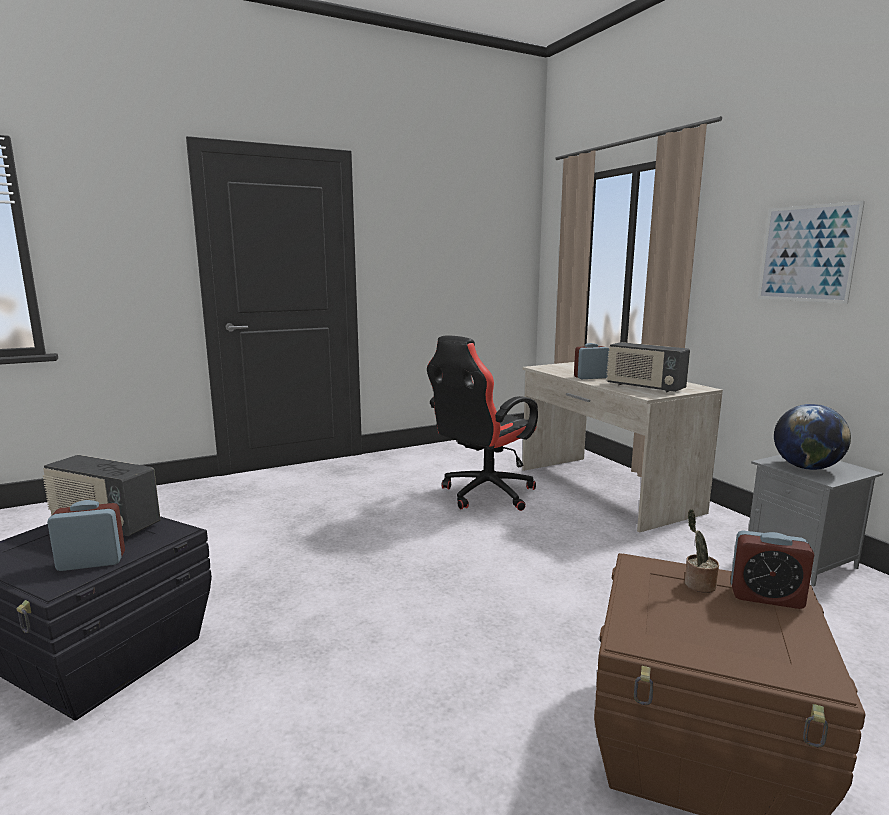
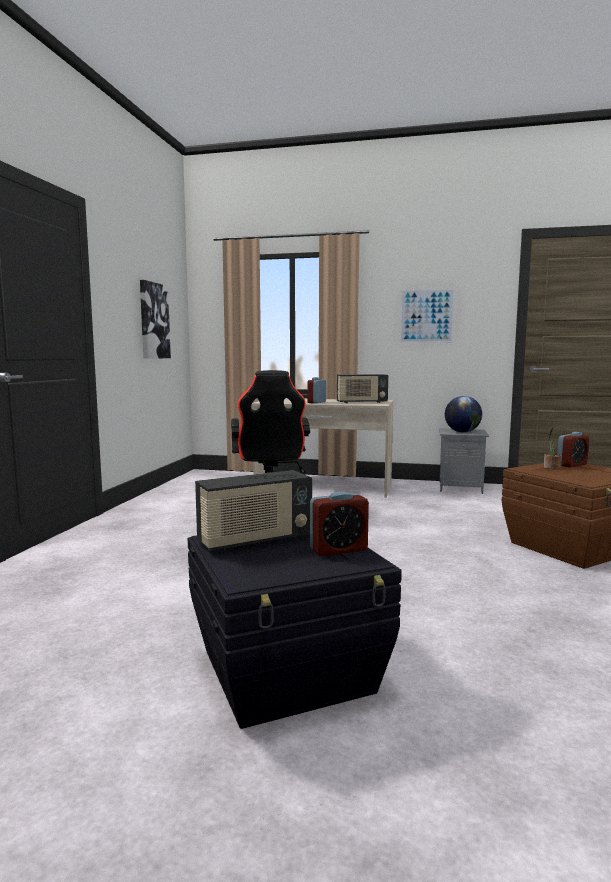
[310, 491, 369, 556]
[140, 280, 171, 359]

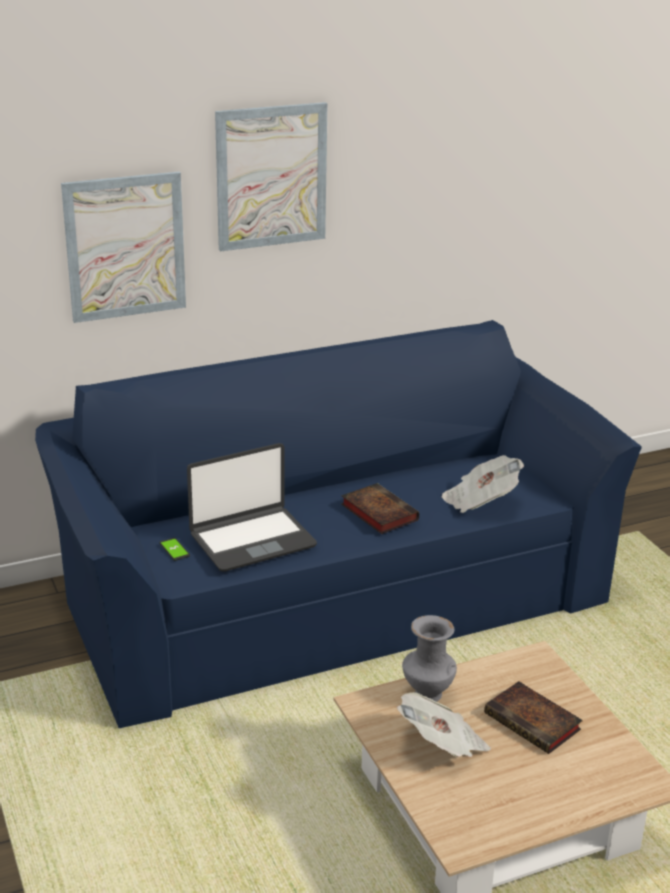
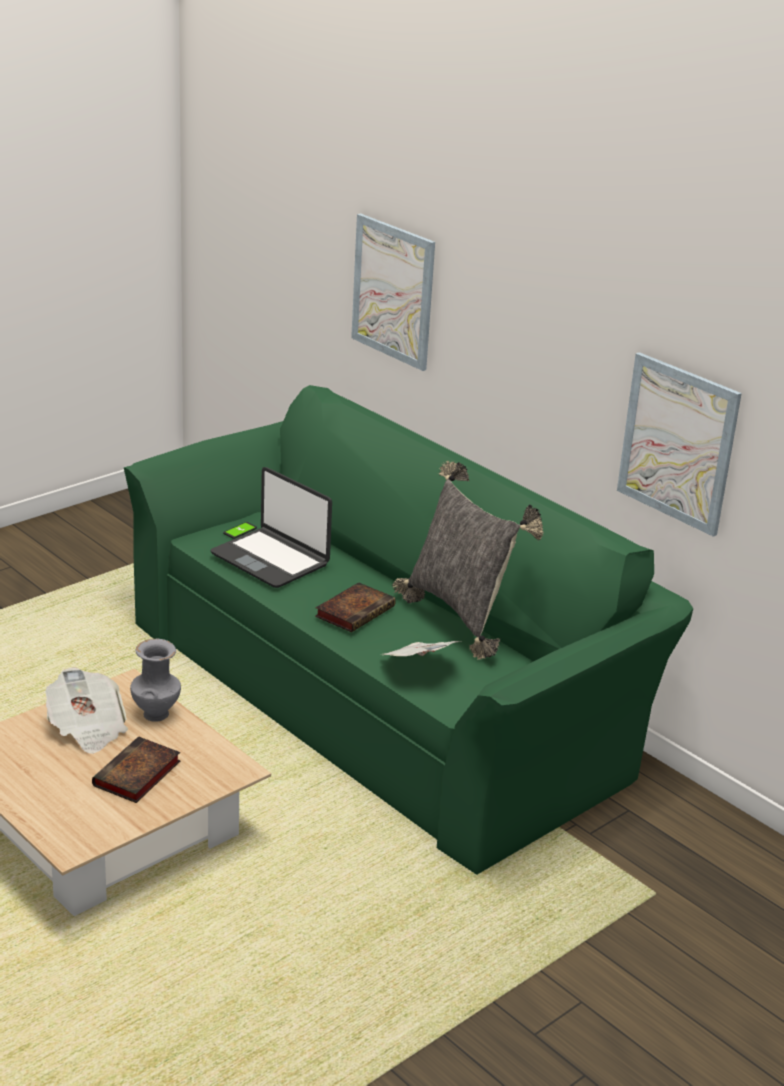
[617, 352, 742, 537]
[124, 385, 693, 875]
[392, 461, 543, 660]

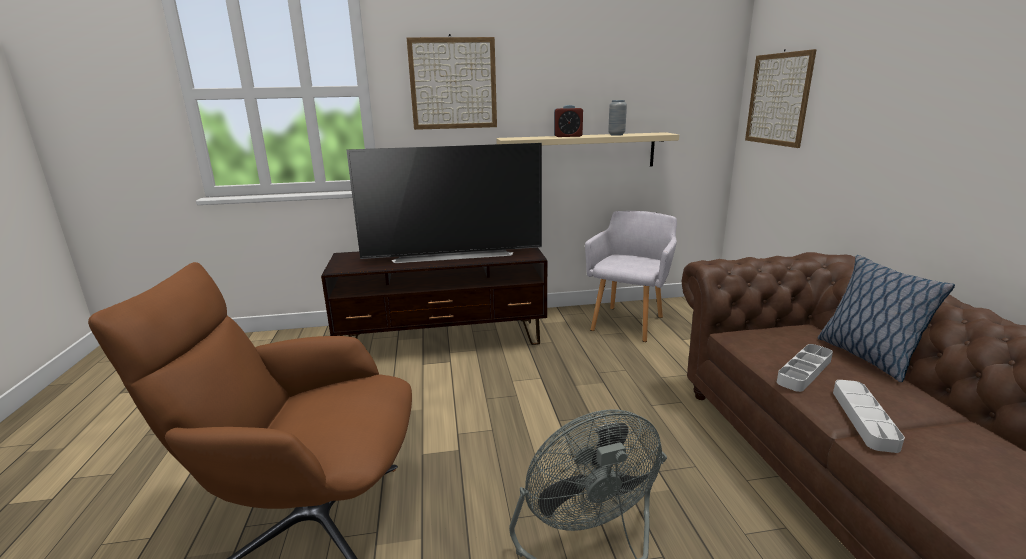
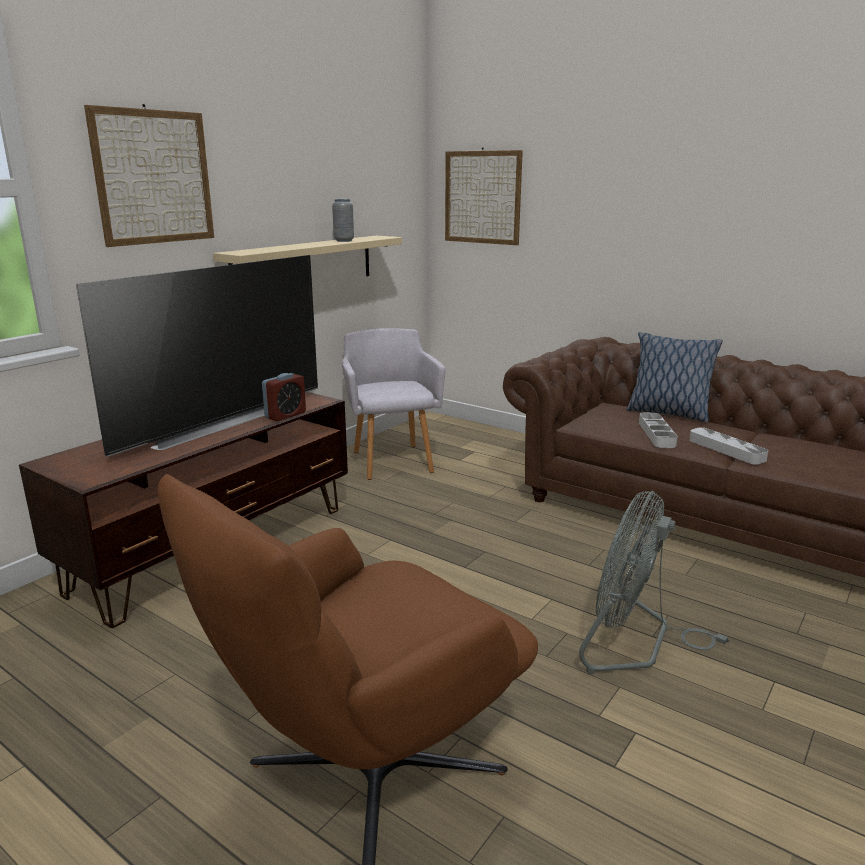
[262, 373, 306, 421]

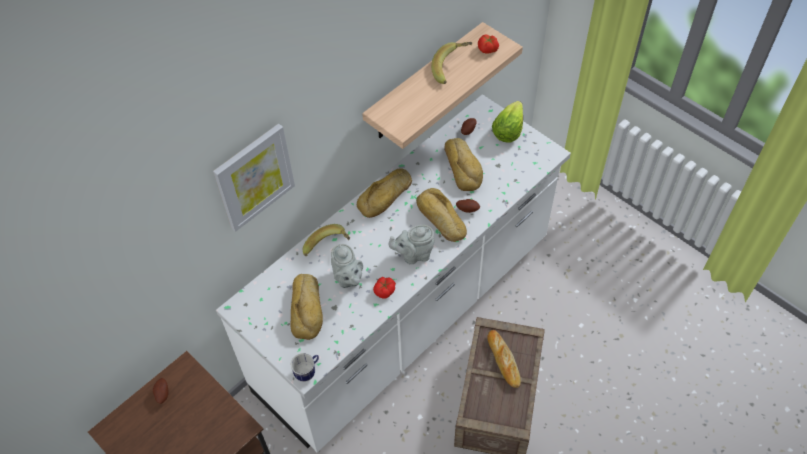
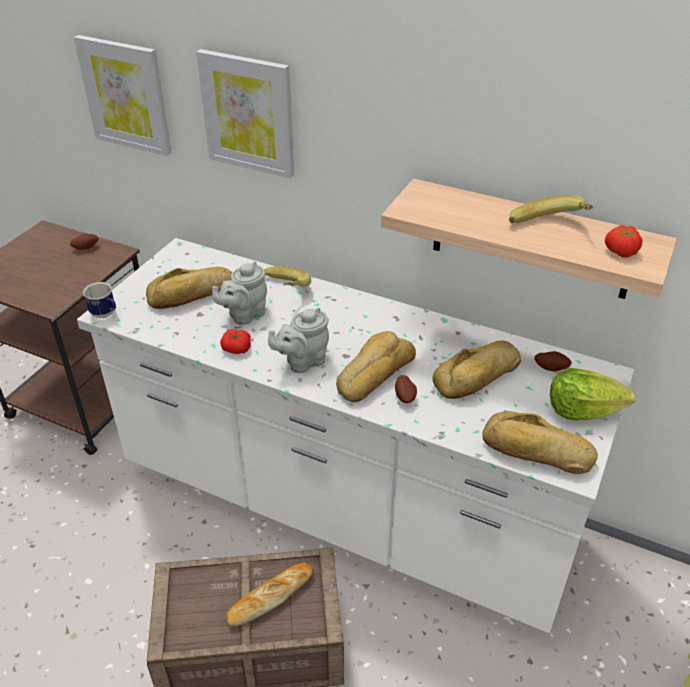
[482, 411, 598, 474]
[268, 308, 329, 373]
[74, 35, 171, 156]

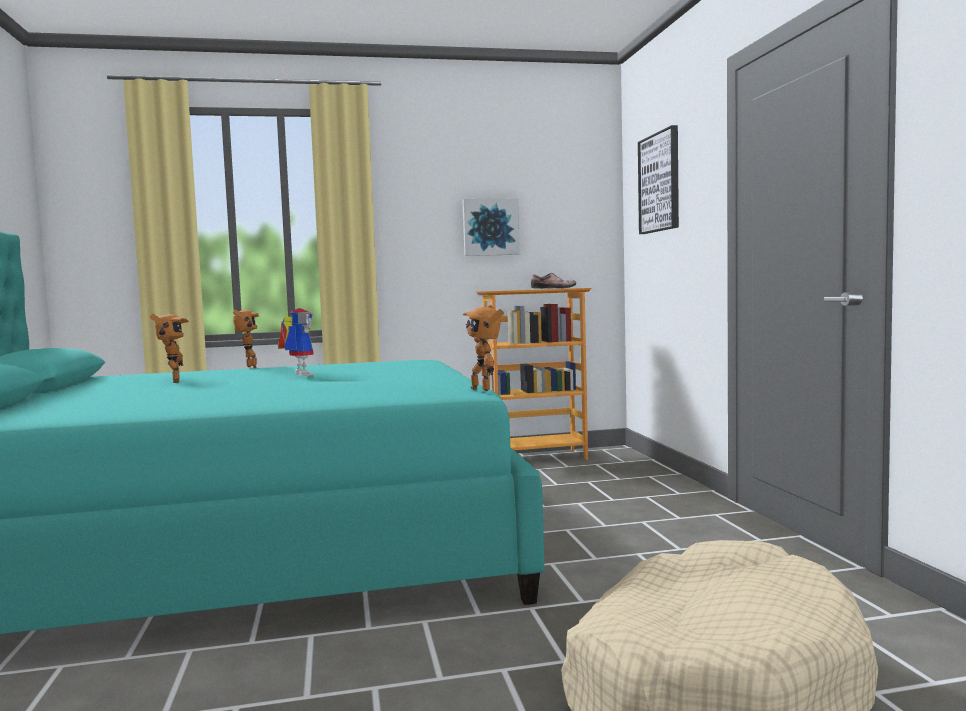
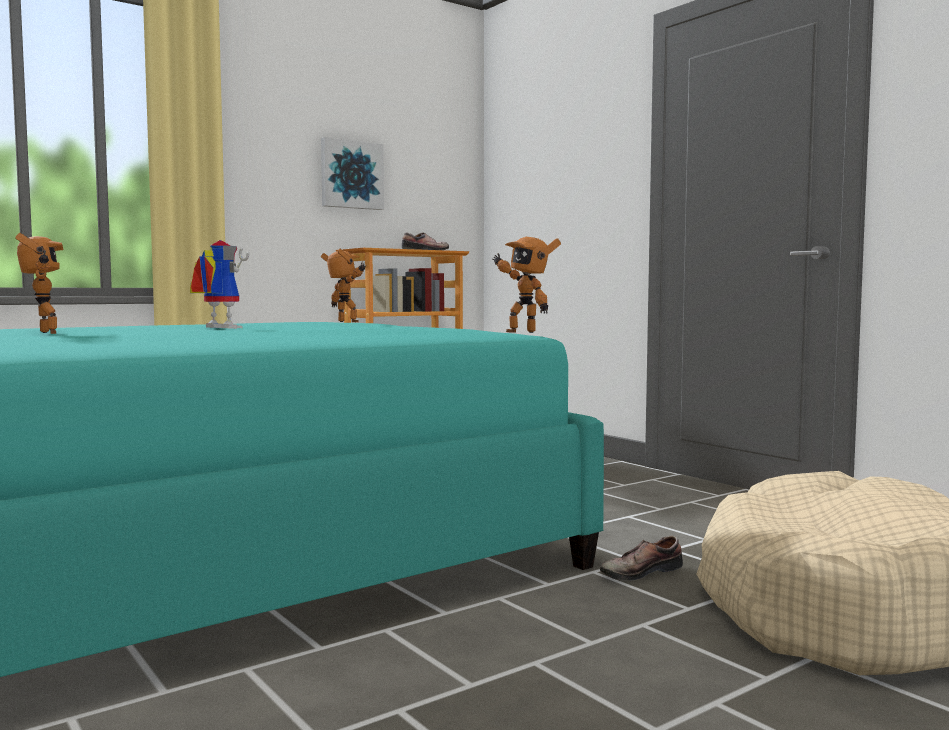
[638, 125, 679, 234] (first image)
[321, 249, 366, 322]
[600, 536, 683, 581]

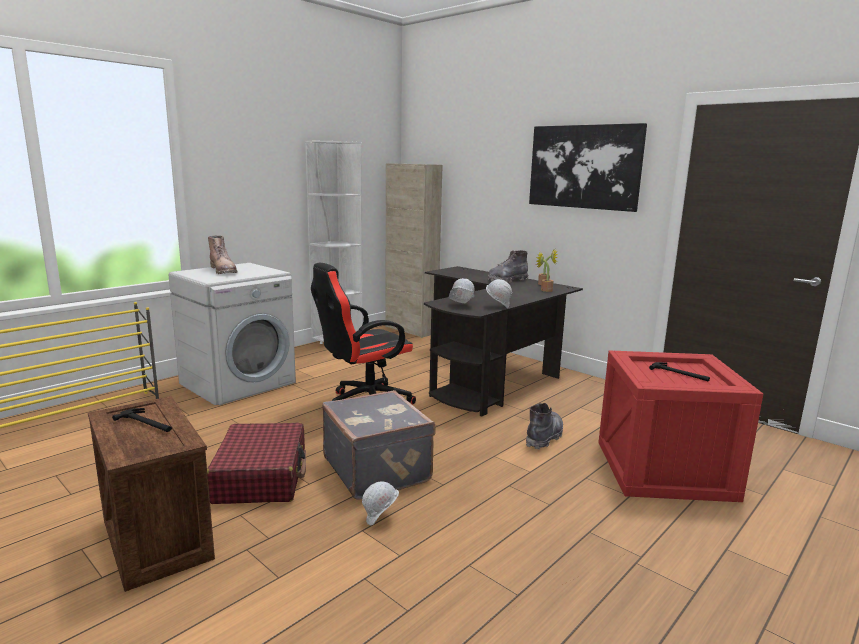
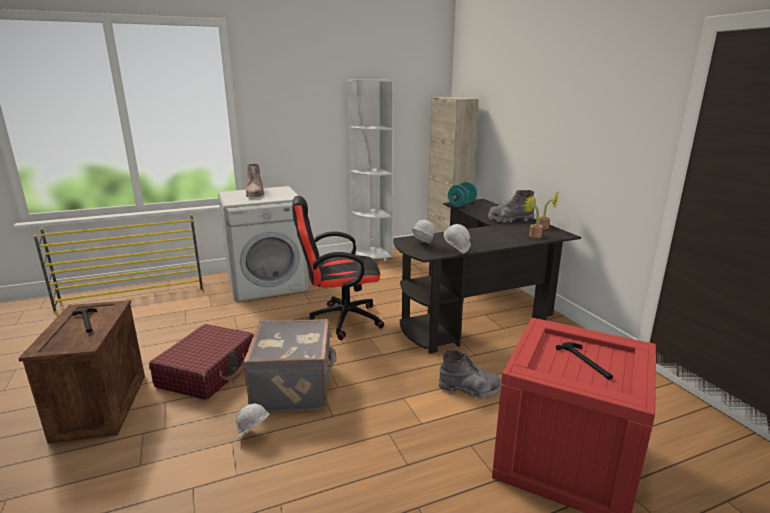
[529, 123, 647, 212] (first image)
[438, 349, 501, 399]
[448, 182, 477, 207]

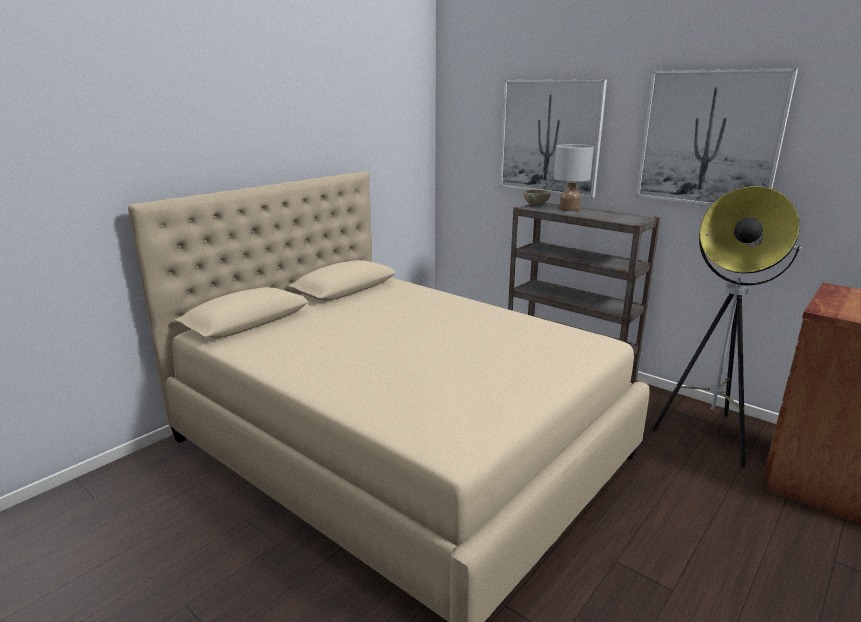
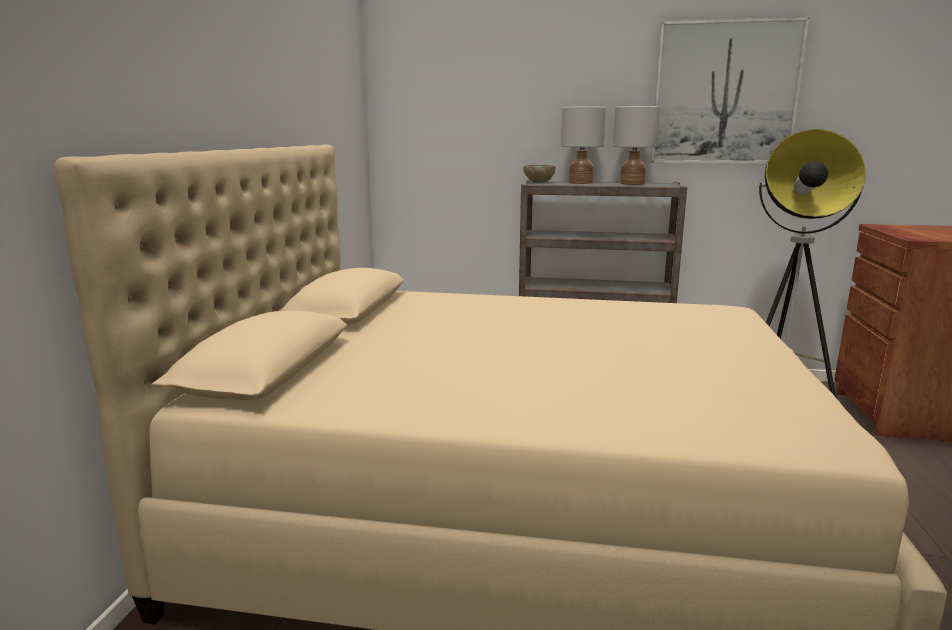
[500, 79, 607, 199] (first image)
[613, 106, 660, 185]

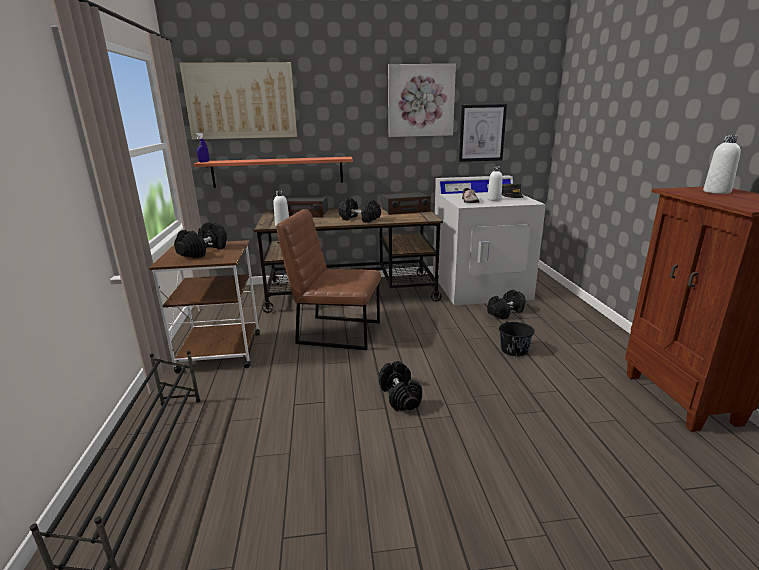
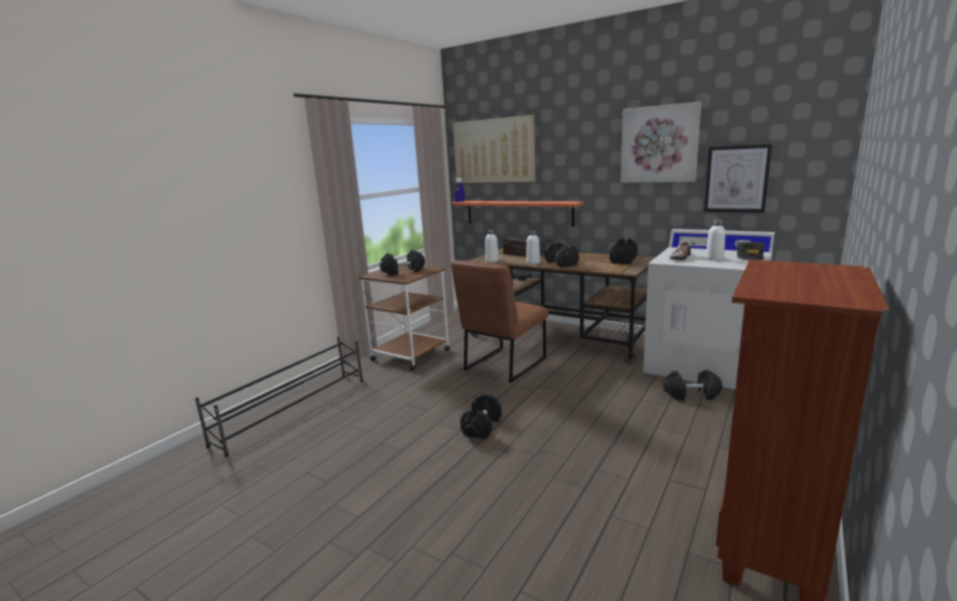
[526, 231, 540, 264]
[609, 238, 638, 264]
[451, 260, 548, 383]
[499, 312, 535, 356] (first image)

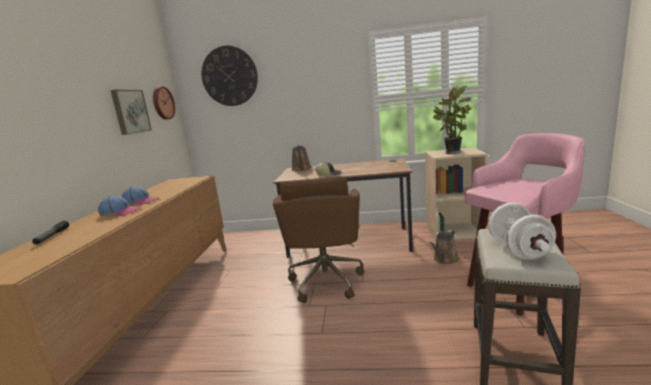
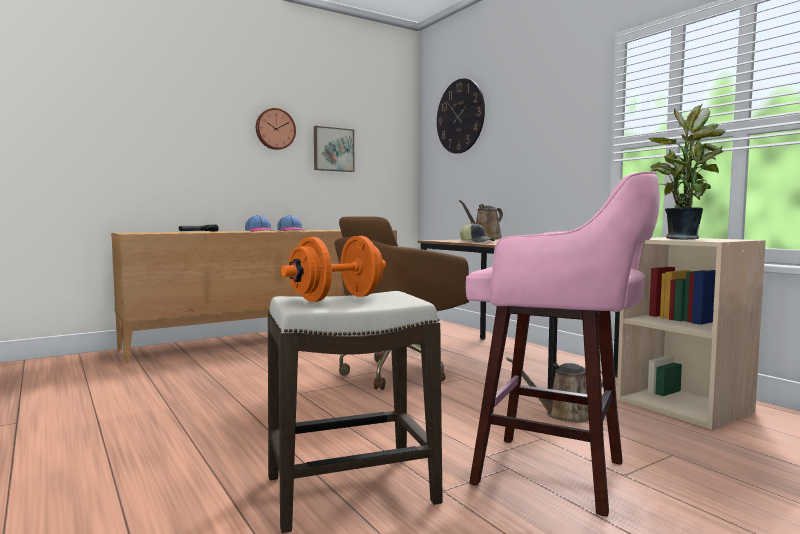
[256, 108, 296, 150]
[281, 236, 386, 302]

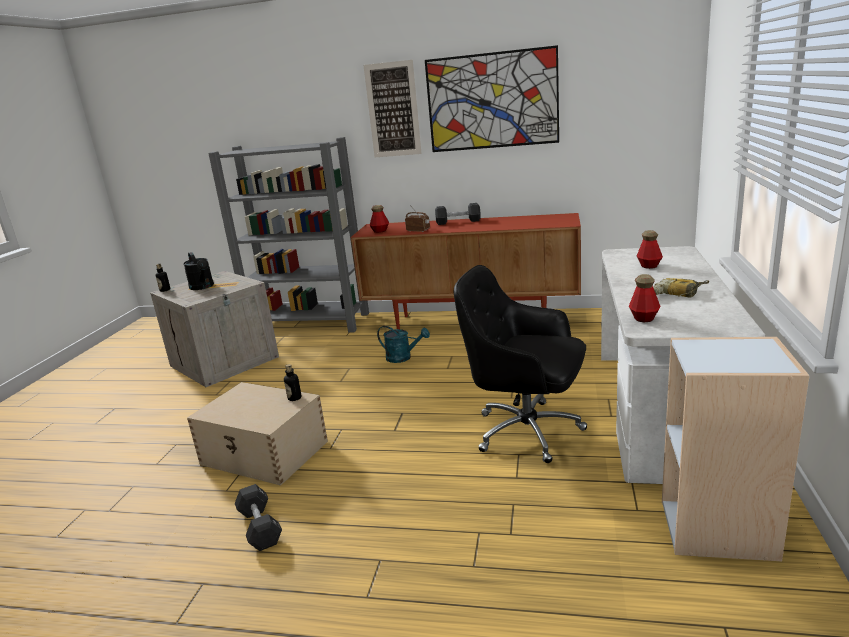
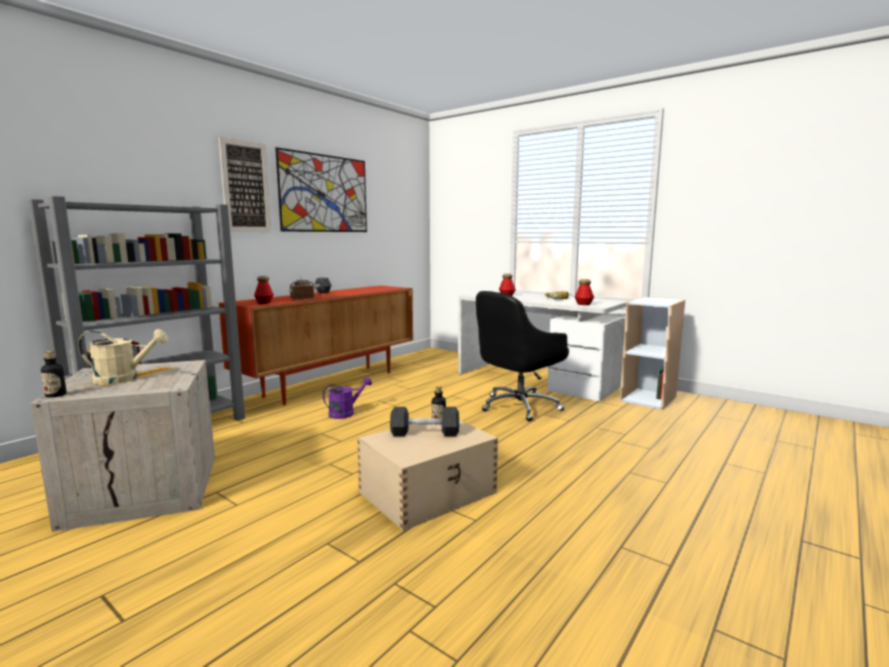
[78, 329, 168, 385]
[323, 377, 372, 419]
[390, 407, 459, 436]

